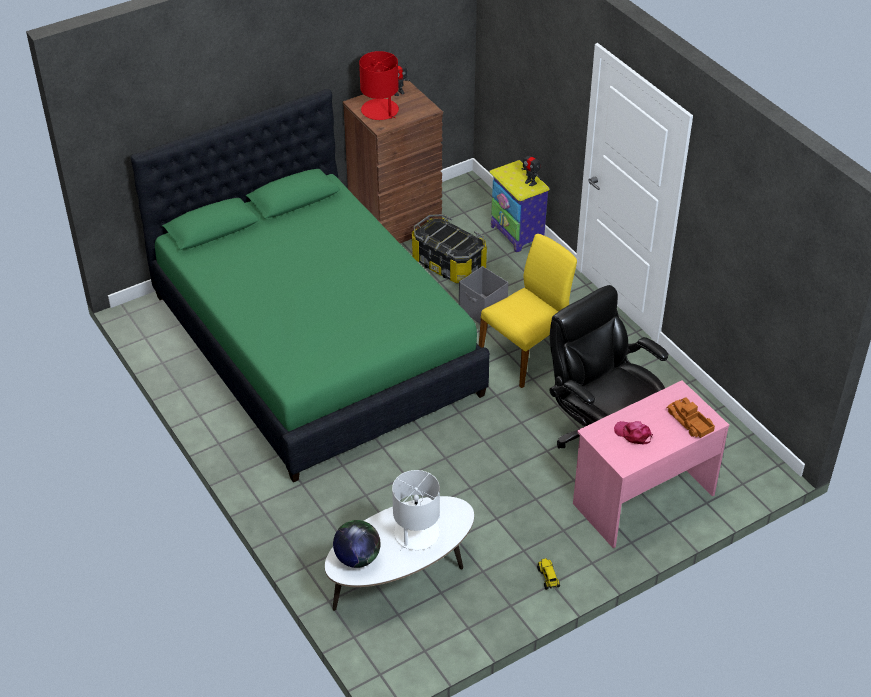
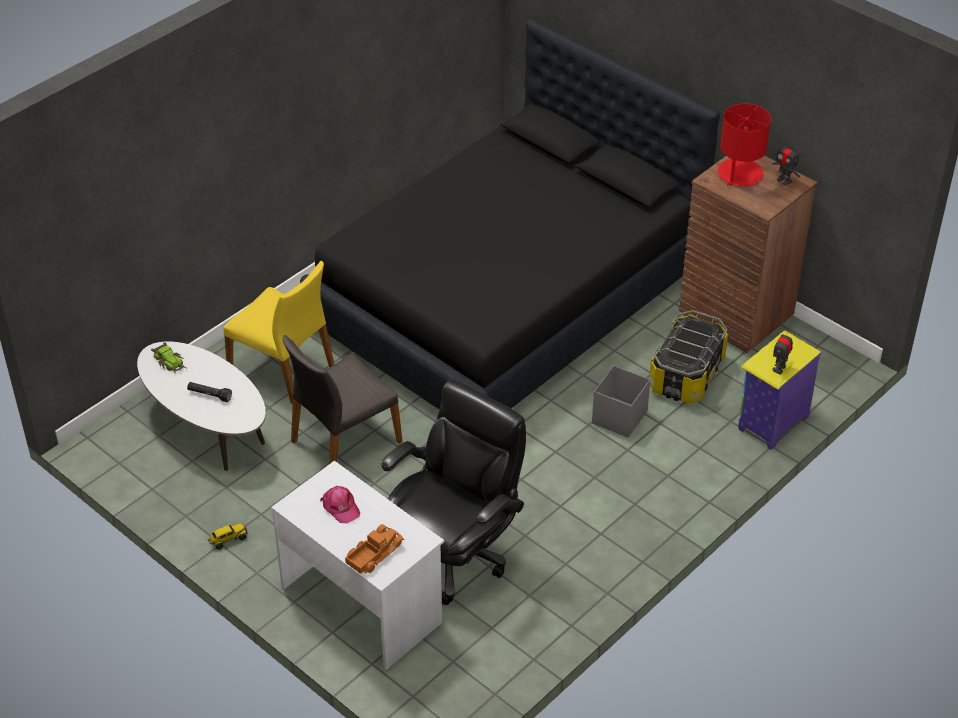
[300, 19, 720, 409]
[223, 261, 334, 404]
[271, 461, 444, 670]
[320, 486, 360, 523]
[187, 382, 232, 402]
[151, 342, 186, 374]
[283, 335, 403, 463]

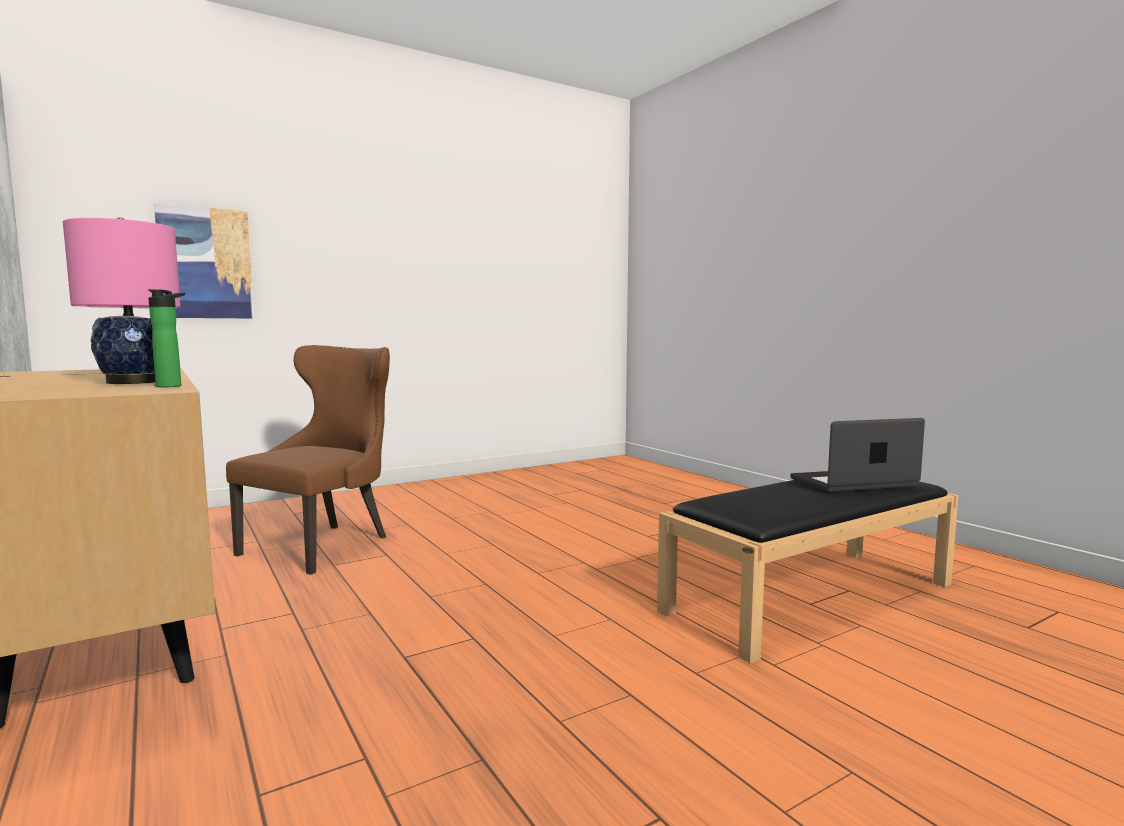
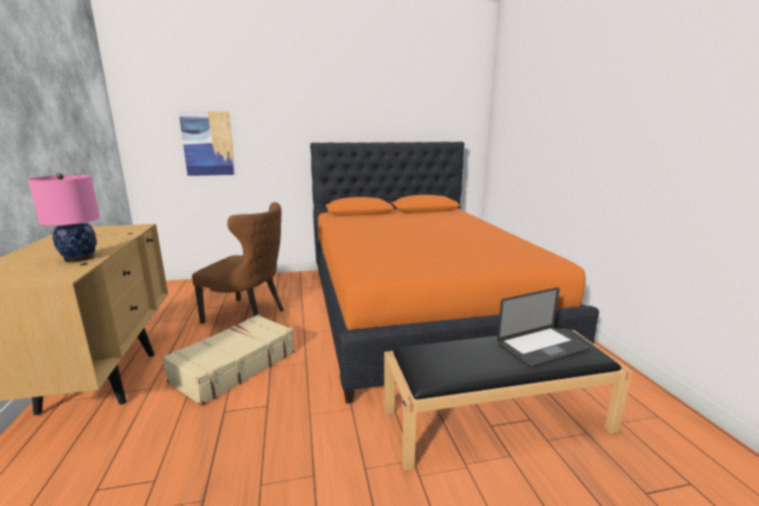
[148, 289, 185, 387] (first image)
[192, 202, 284, 324]
[497, 287, 590, 368]
[310, 142, 599, 404]
[163, 315, 295, 406]

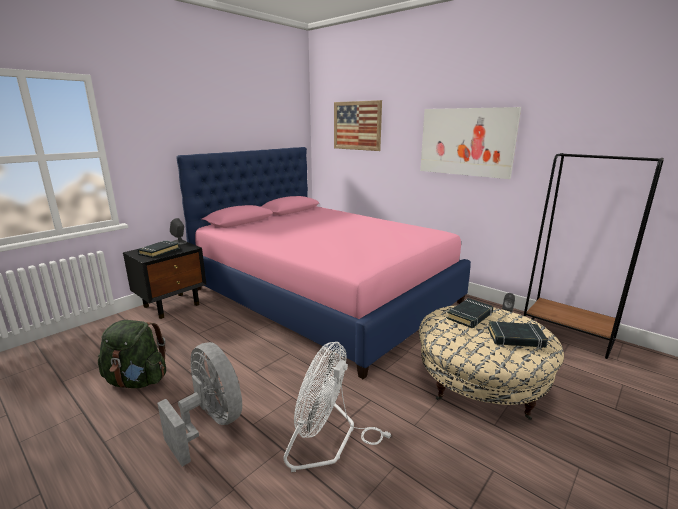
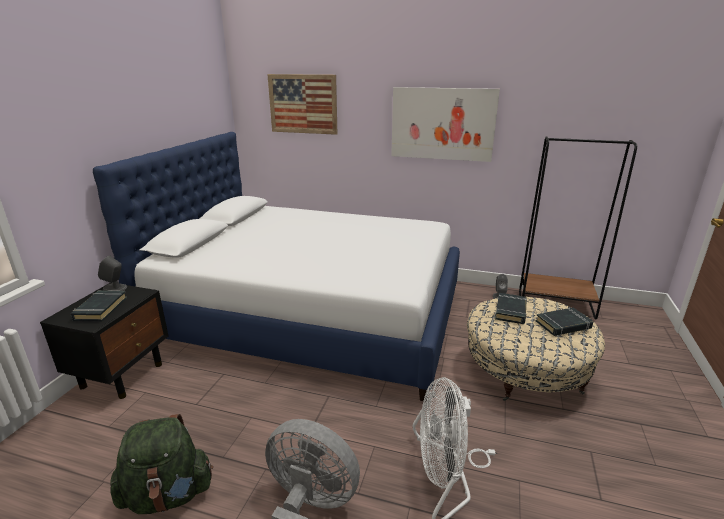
[93, 132, 460, 401]

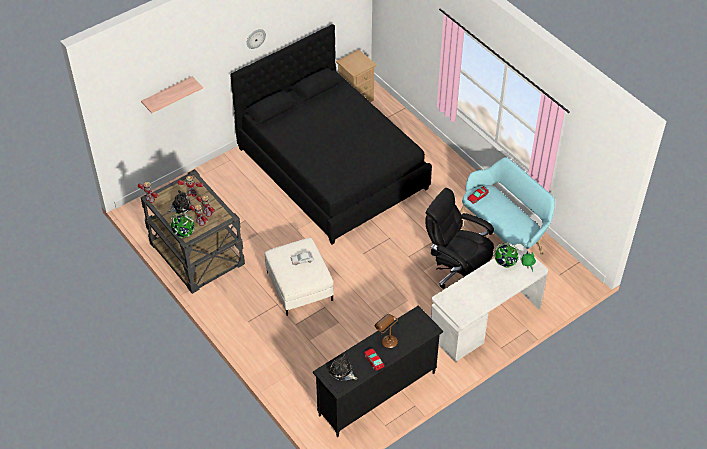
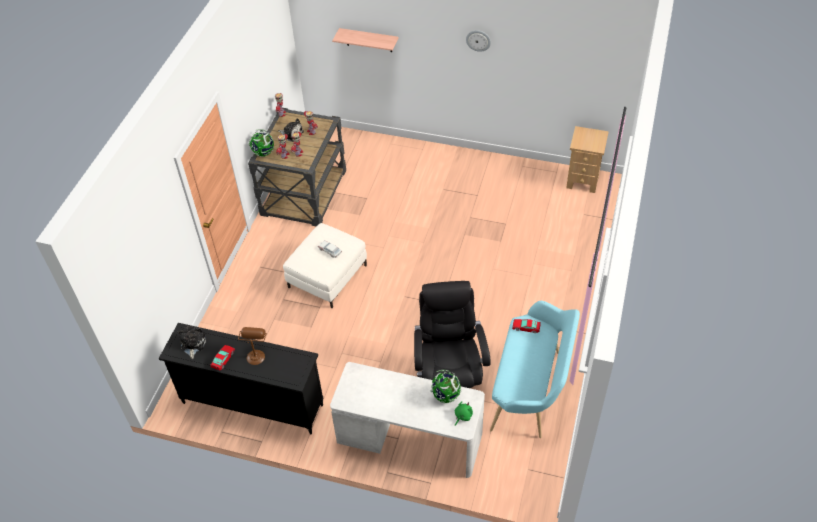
[230, 24, 432, 245] (first image)

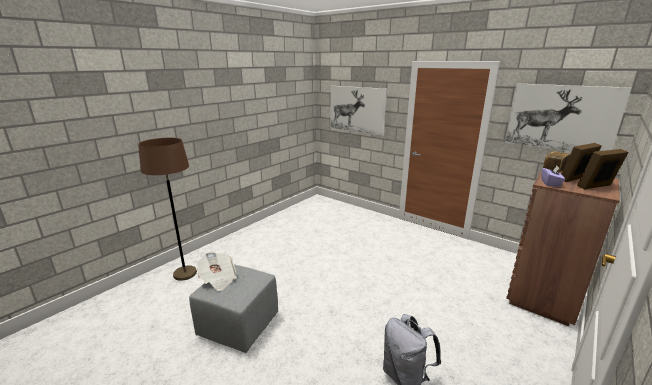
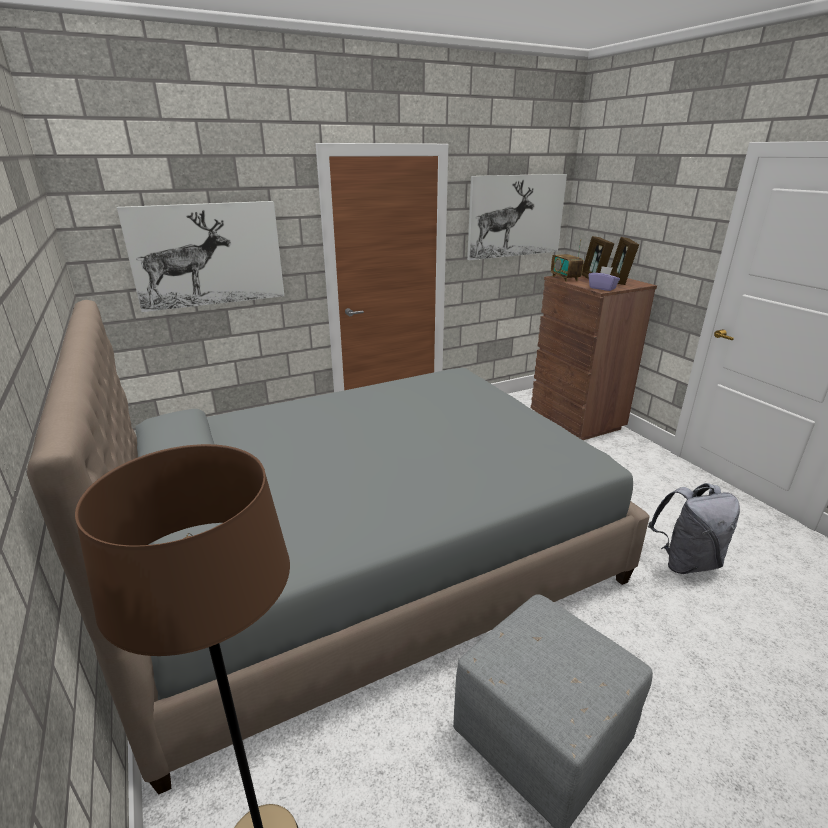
[197, 252, 237, 291] (first image)
[27, 300, 650, 795]

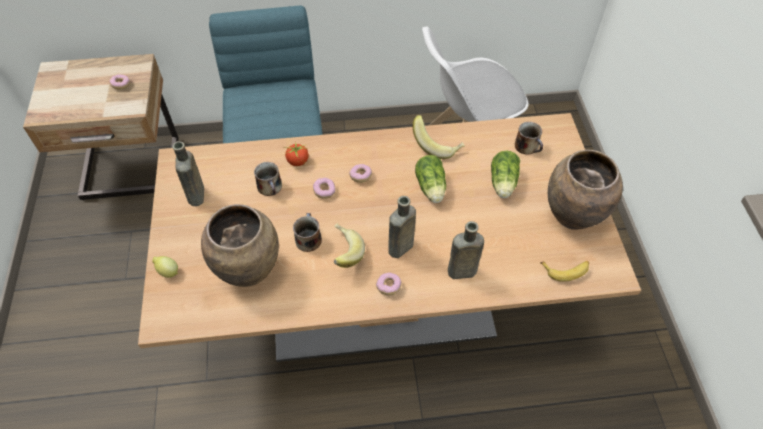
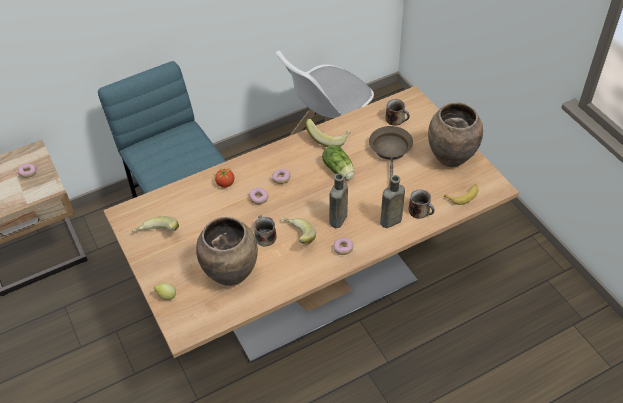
[132, 216, 179, 232]
[369, 126, 413, 186]
[409, 189, 435, 218]

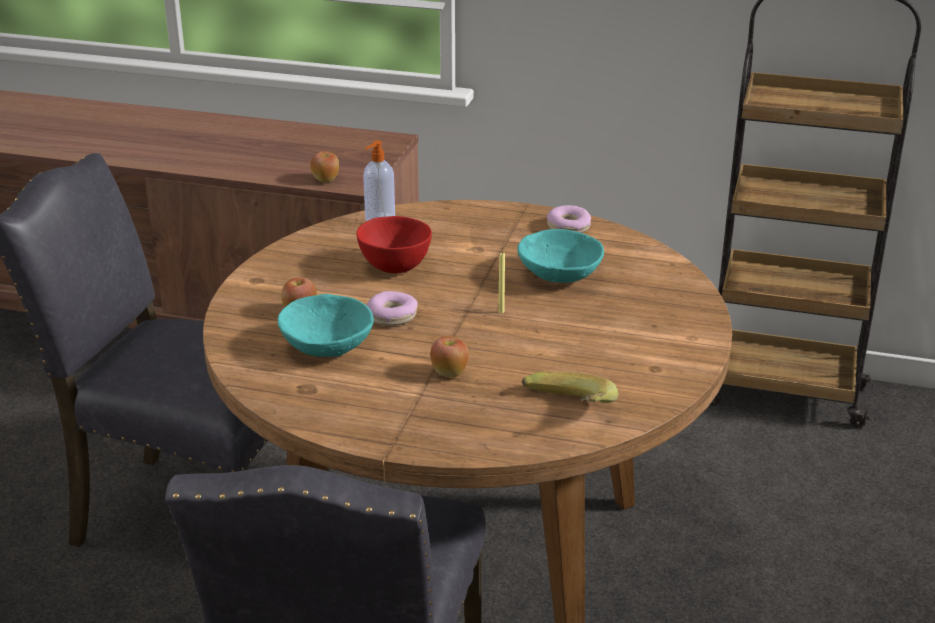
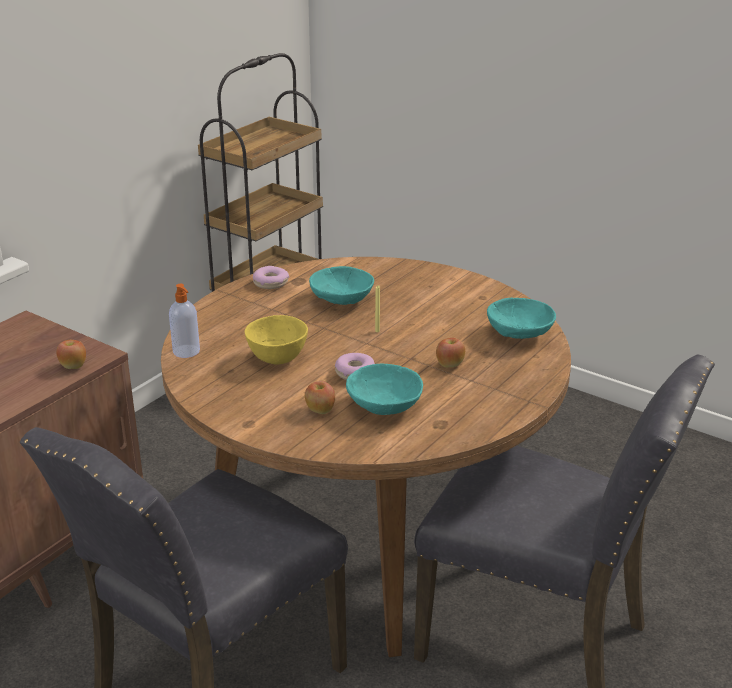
[245, 315, 308, 365]
[487, 298, 556, 339]

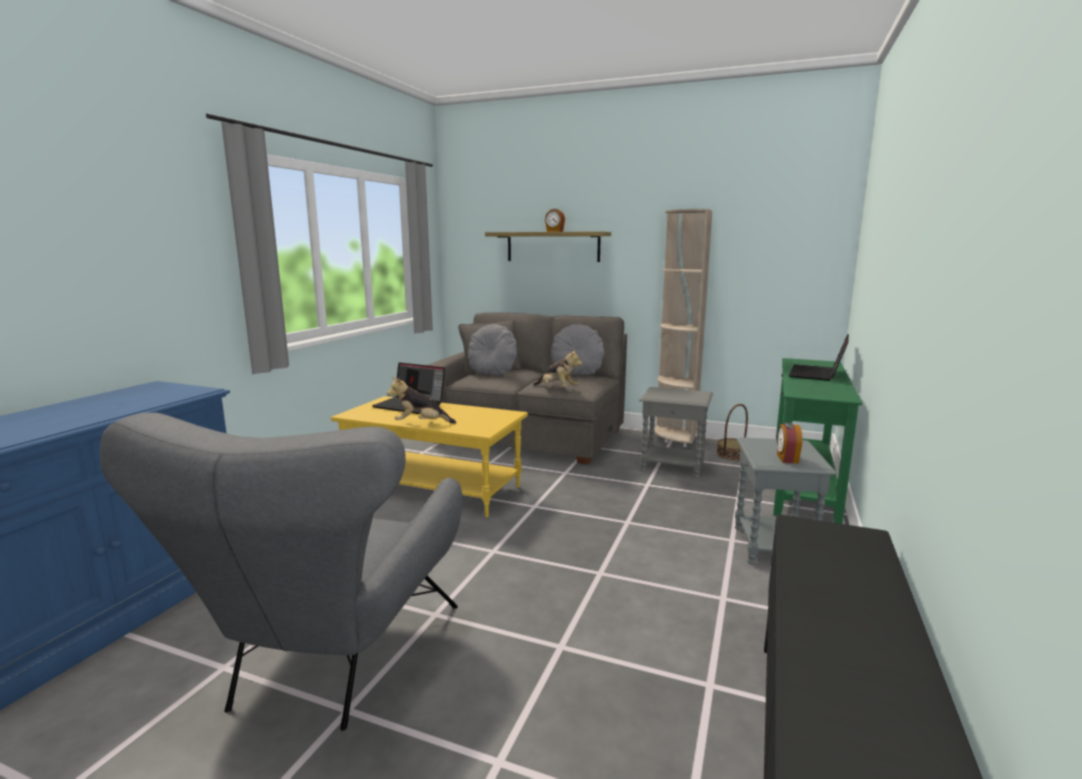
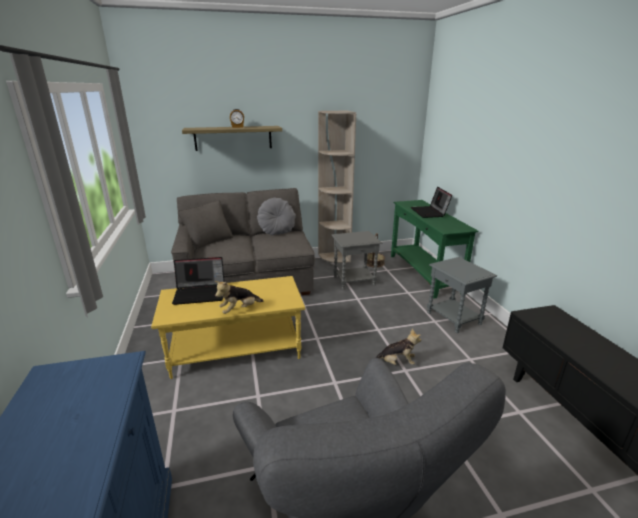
[468, 324, 517, 375] (first image)
[375, 329, 421, 365]
[777, 423, 802, 464] (first image)

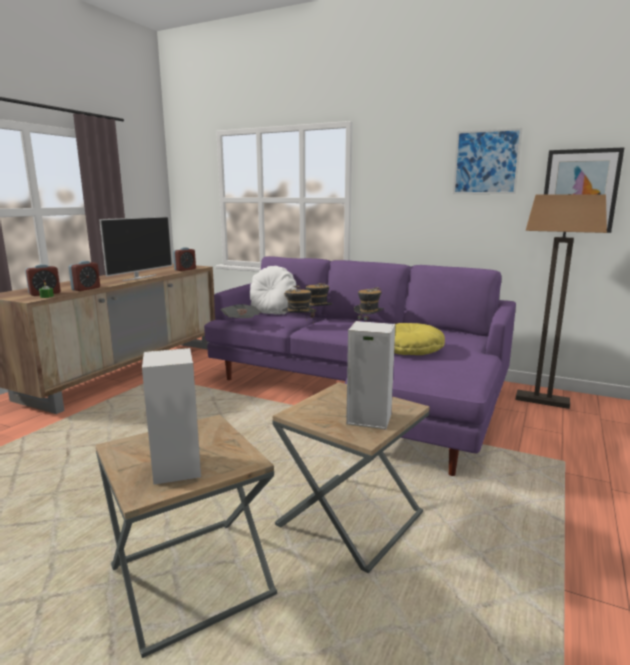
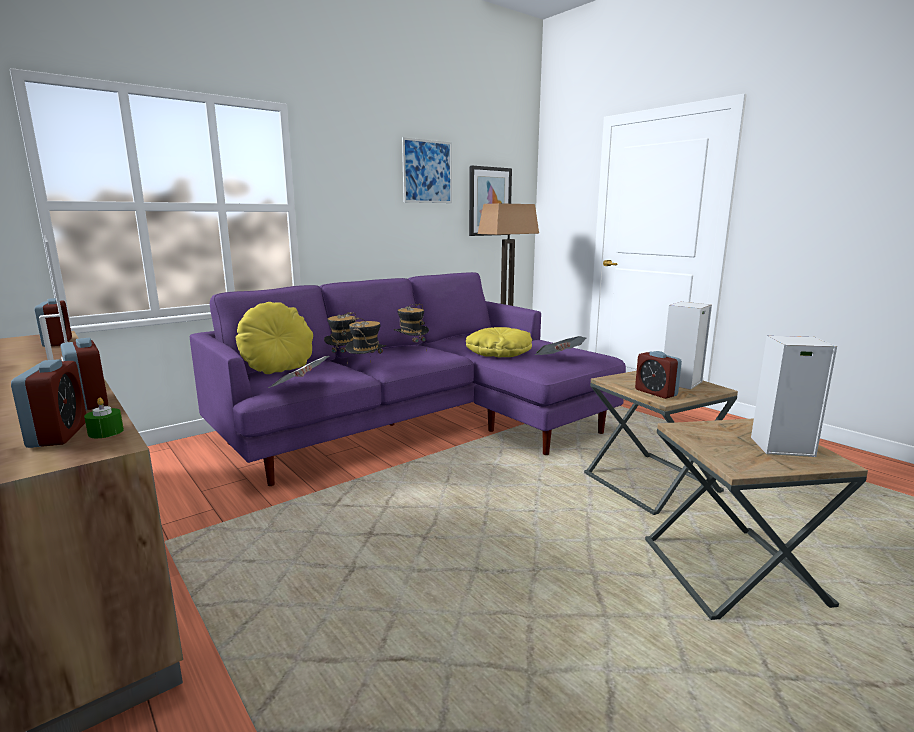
[236, 302, 313, 374]
[534, 336, 586, 355]
[635, 351, 682, 399]

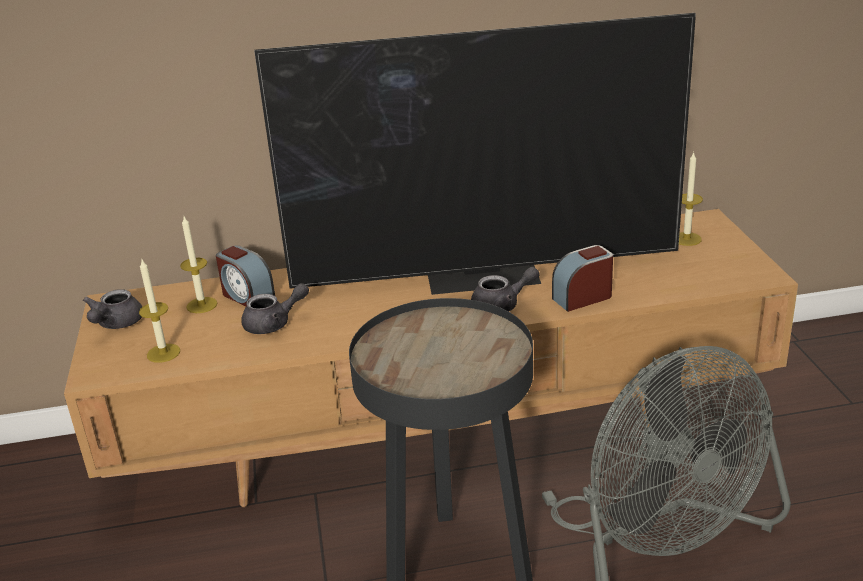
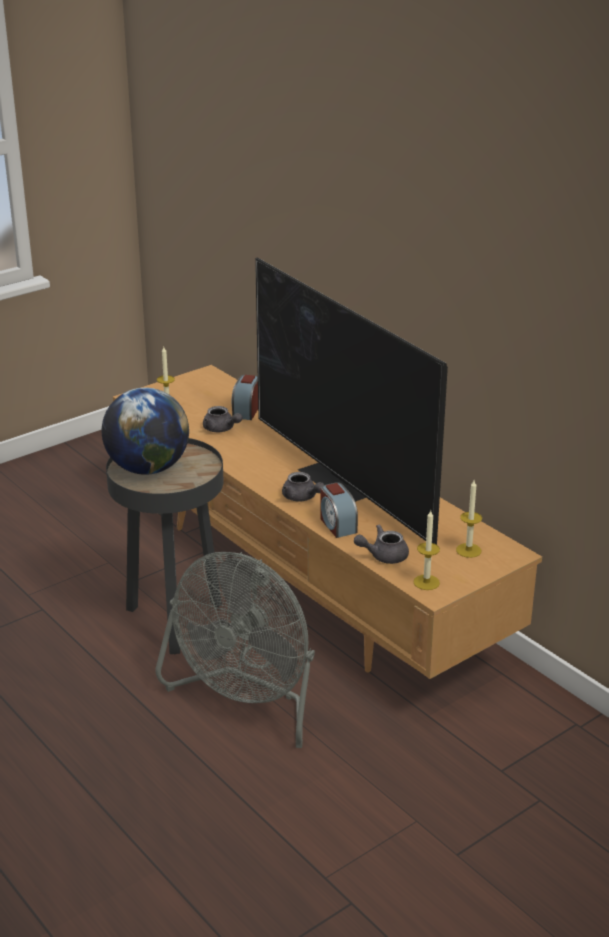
[413, 510, 440, 590]
[320, 482, 358, 538]
[354, 525, 409, 564]
[102, 388, 189, 475]

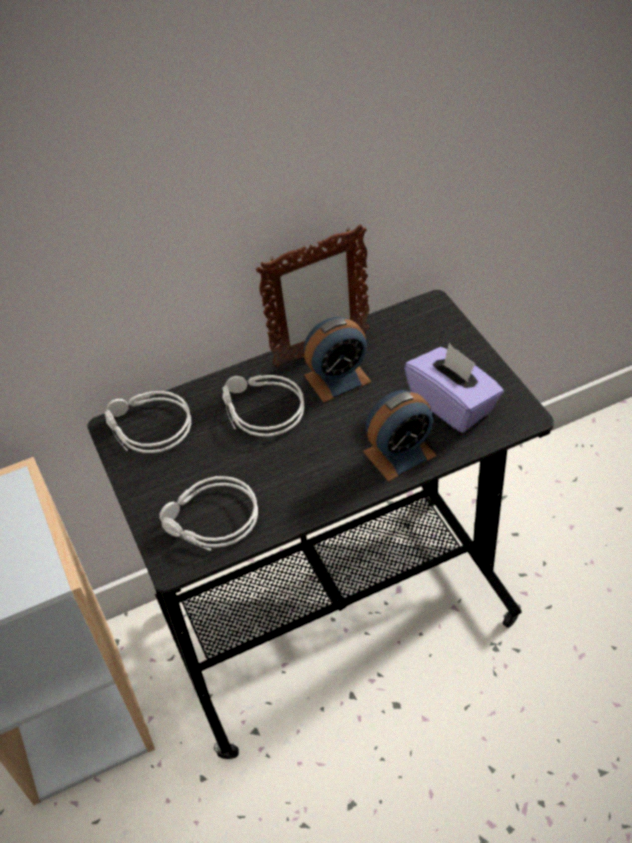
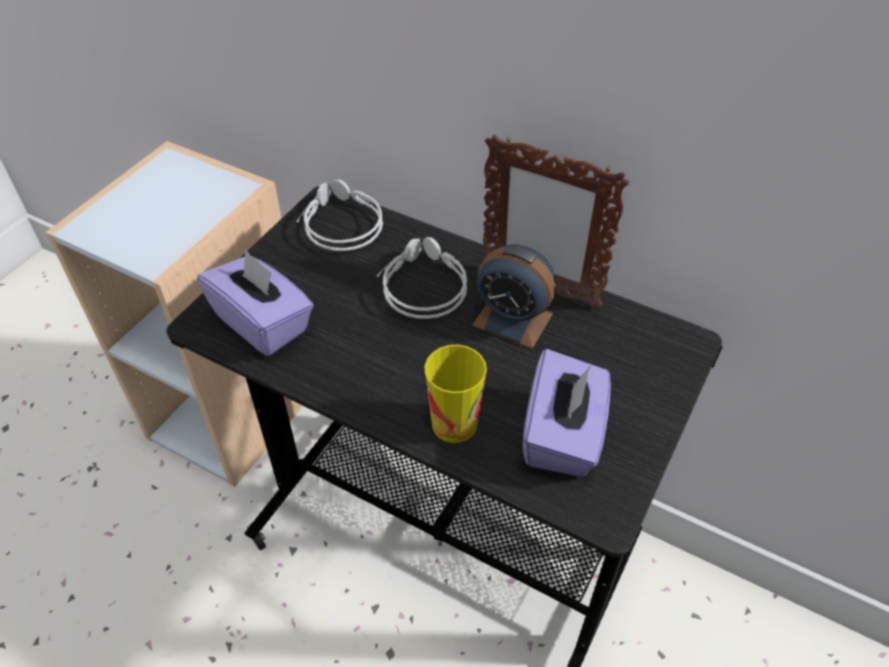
[425, 345, 487, 443]
[197, 249, 313, 356]

